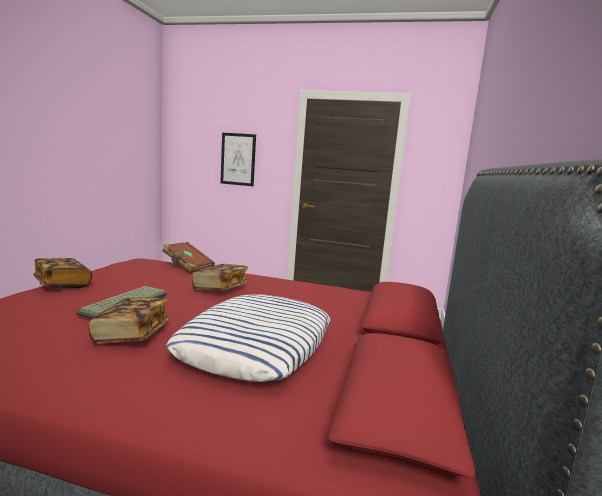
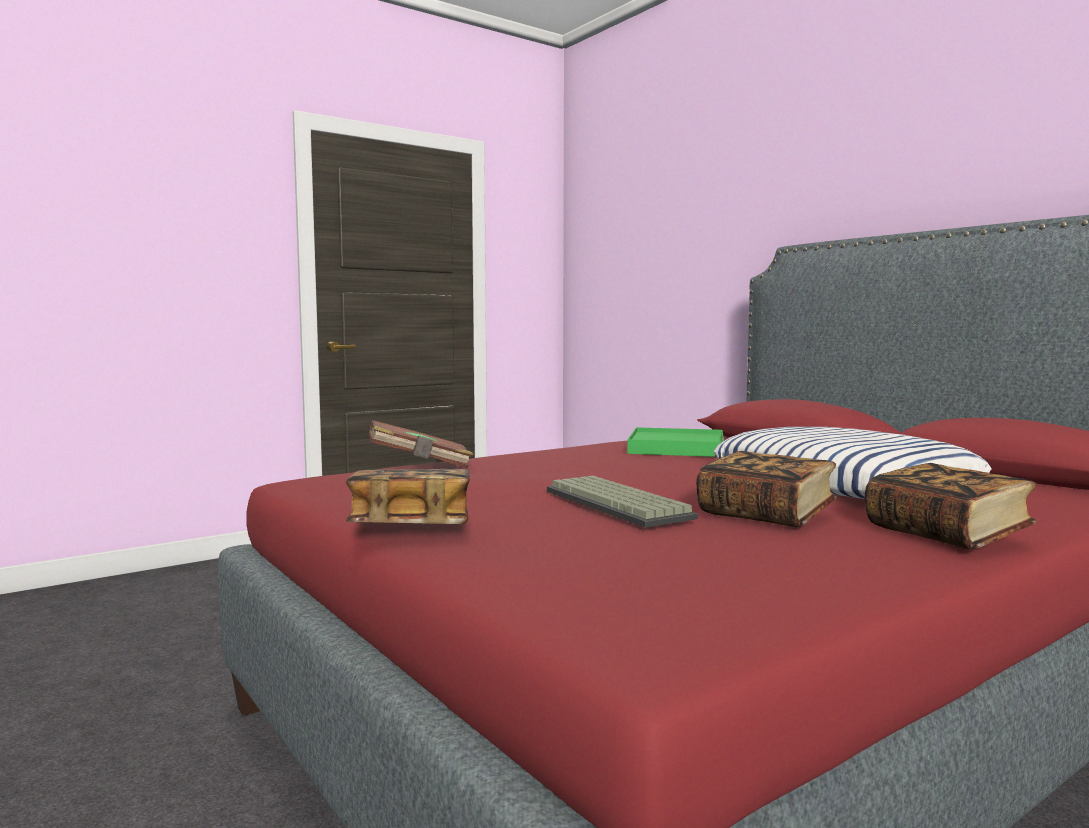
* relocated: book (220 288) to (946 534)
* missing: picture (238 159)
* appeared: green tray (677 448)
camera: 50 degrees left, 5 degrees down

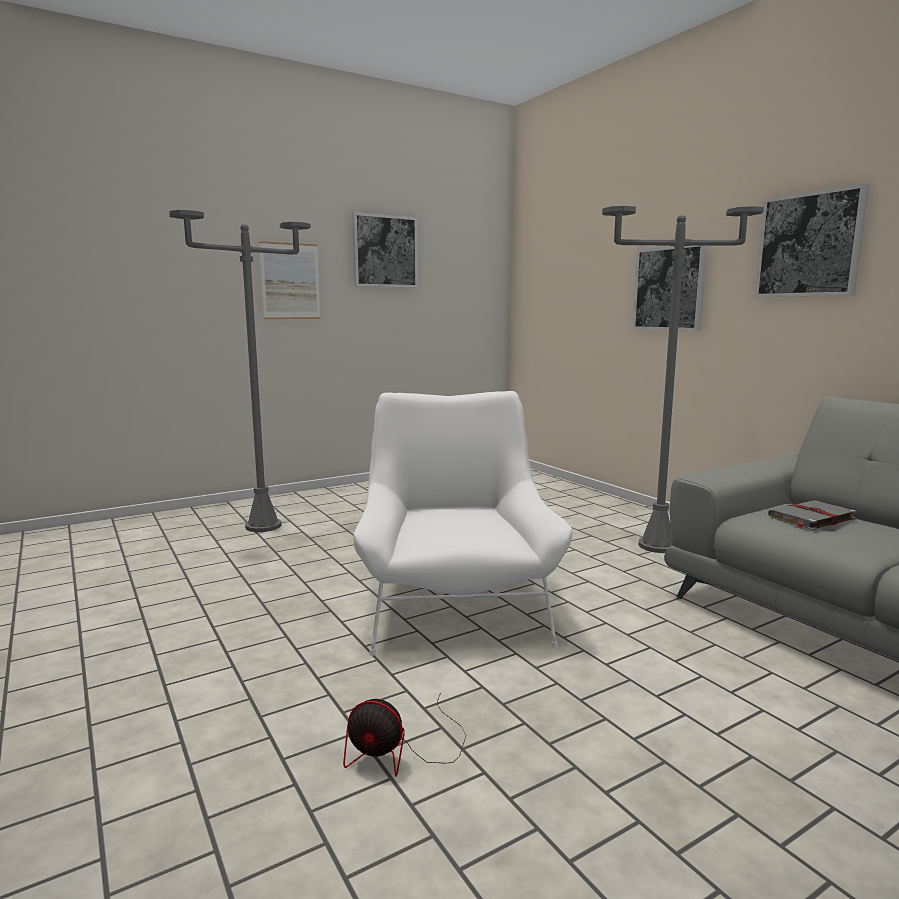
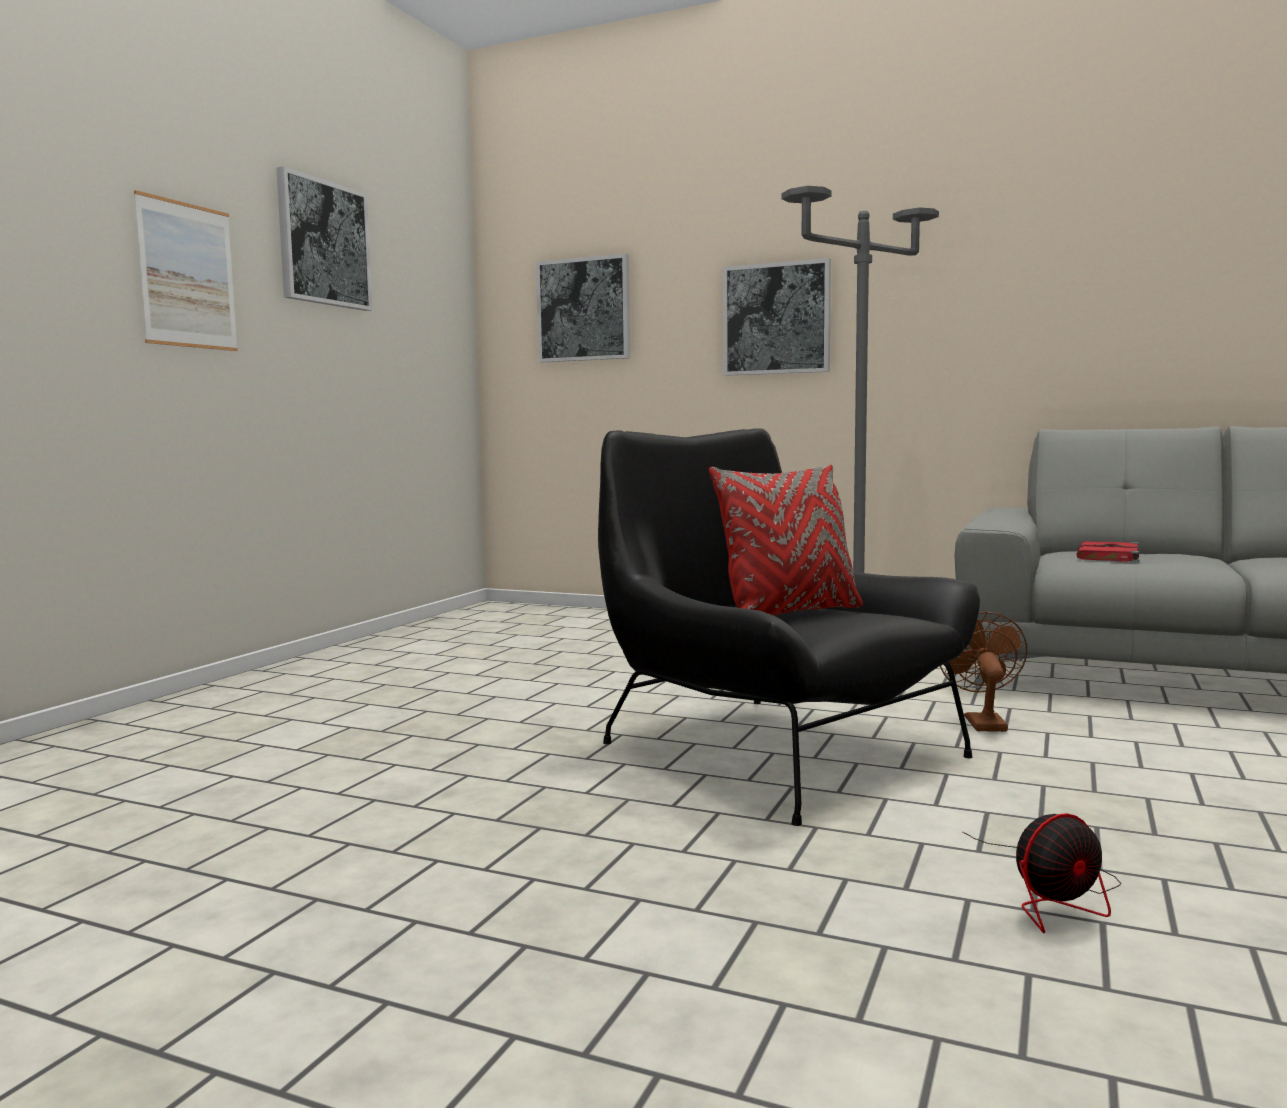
* missing: grey floor lamp (263 526)
* colour: white armchair (455 605) to black armchair (776 750)
* relocated: picture (809 245) to (584 309)
* colour: grey book (810 518) to red book (1108 556)
* appeared: red pillow (789 614)
* appeared: brown fan (981 722)
camera: 35 degrees left, 5 degrees down

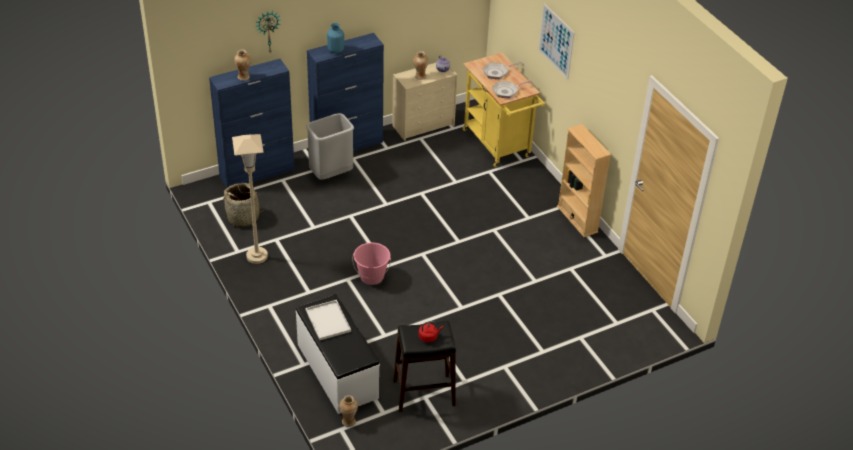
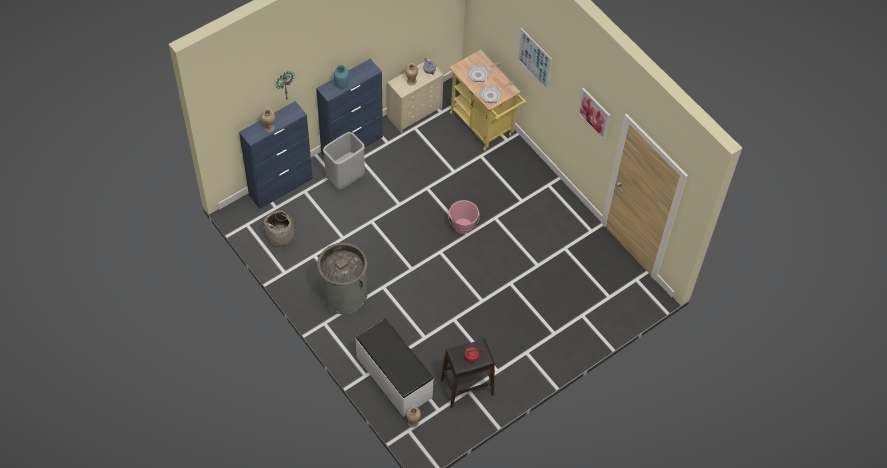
* missing: beige floor lamp (257 256)
* missing: white tray (327 320)
* relocated: pink bucket (372 277) to (463 226)
* missing: beige bookcase (577 219)
* appeared: grey trash can (344 294)
* appeared: picture (594 113)
camera: 10 degrees left, 15 degrees up

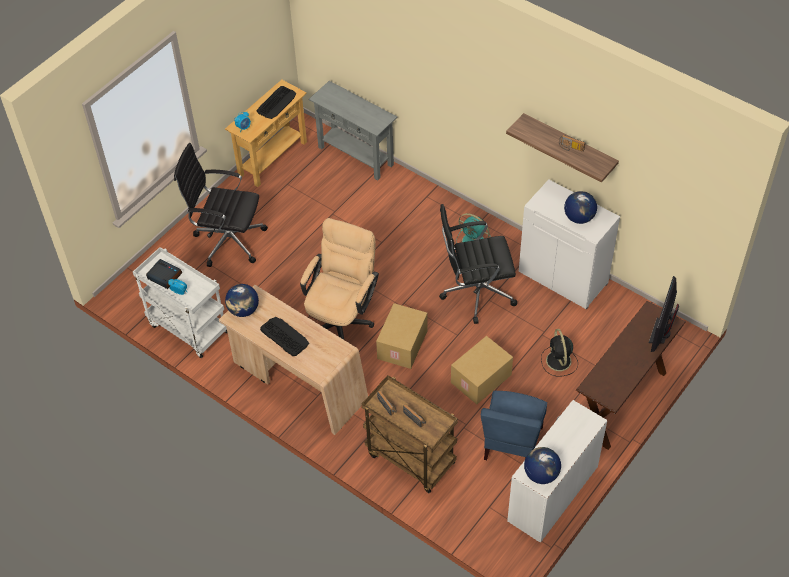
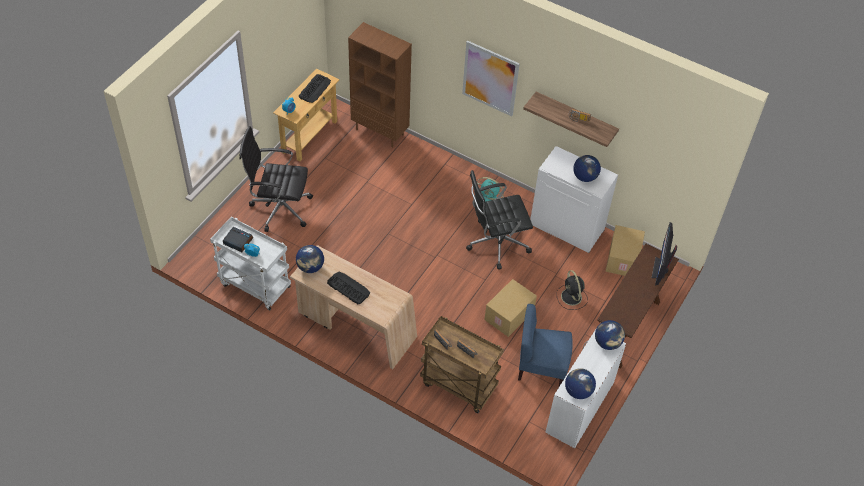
* missing: beige office chair (342 318)
* exchanged: grey console table (355 156) to brown bookcase (380 132)
* relocated: cardboard box (403 345) to (623 259)
* spun: blue chair (511 443) = (541 367) 90 degrees clockwise
* appeared: picture (490 78)
* appeared: globe (607 343)
camera: 10 degrees left, 0 degrees up

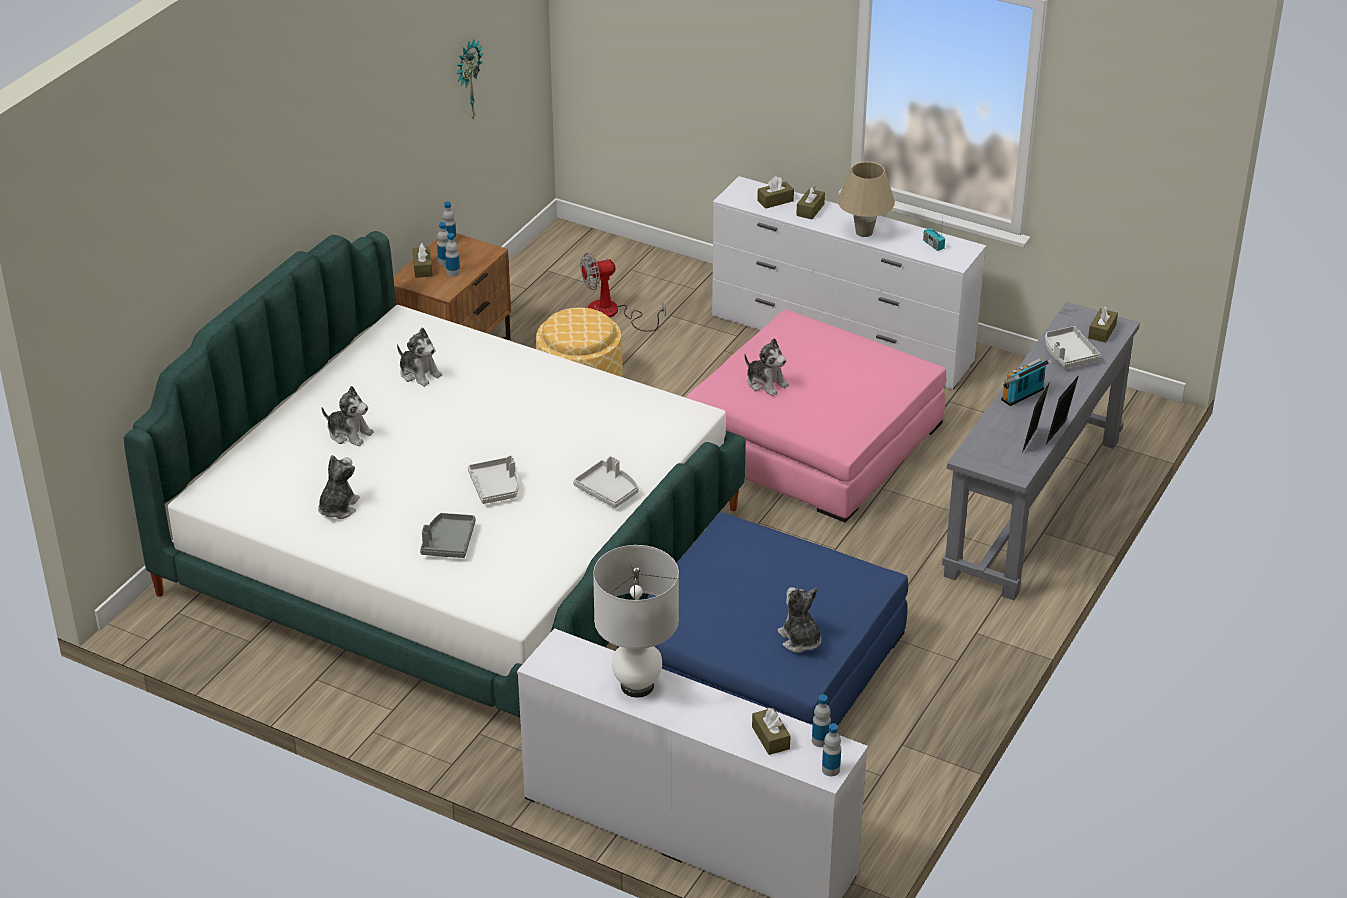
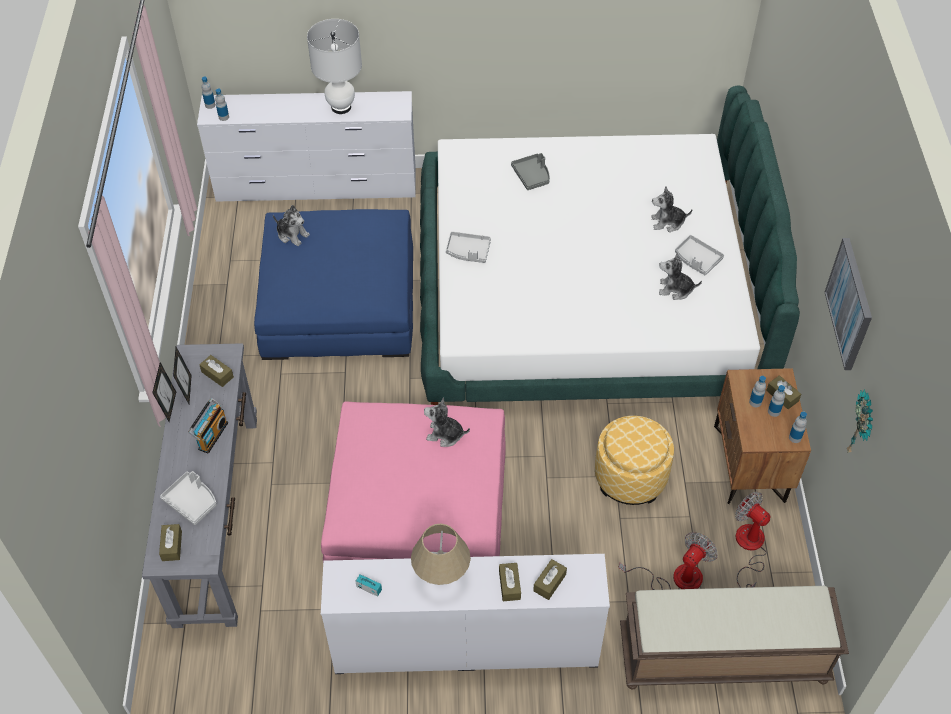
* missing: plush toy (338 508)
* relocated: grey tray (496 487) to (697 259)
* relocated: brown tissue box (770 738) to (217 374)
* appeared: brown bench (721 657)
* appeared: fan (749 547)
* appeared: picture (850 304)
camera: 150 degrees right, 15 degrees up

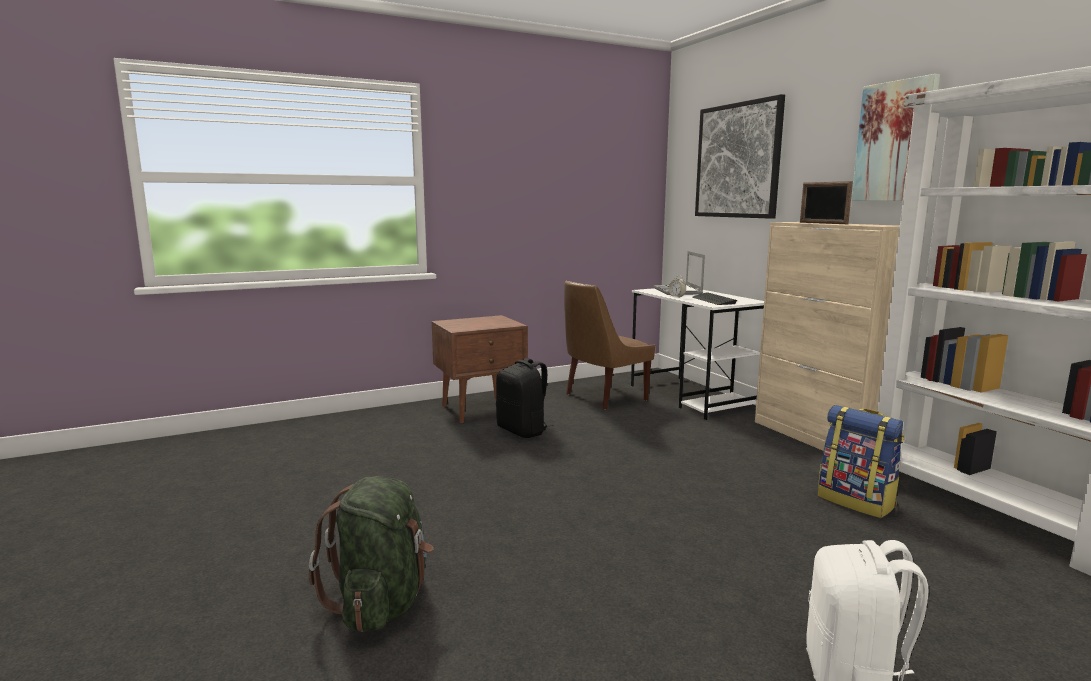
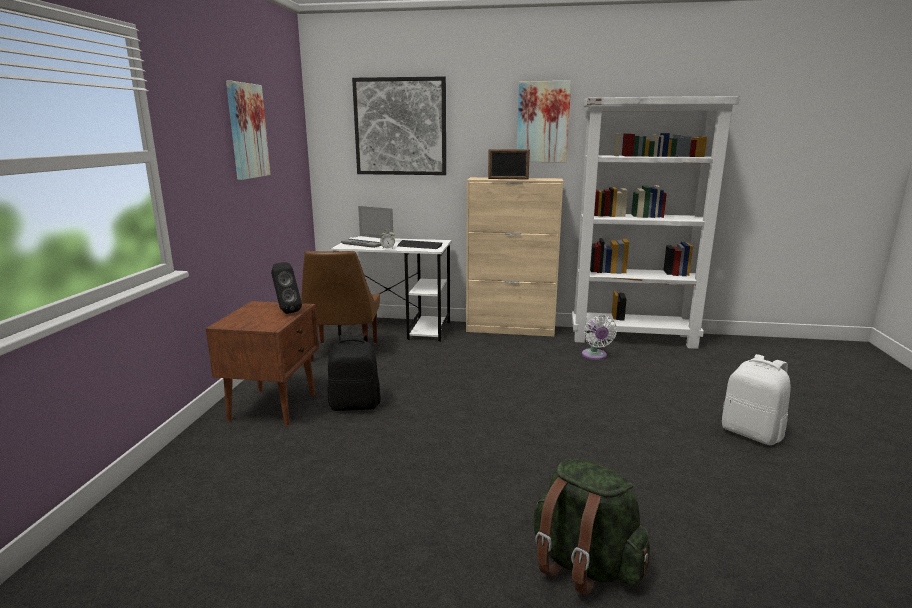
* exchanged: backpack (856 501) to white fan (595 356)
* appeared: picture (247 131)
* appeared: black speaker (285 311)
camera: 55 degrees left, 5 degrees up

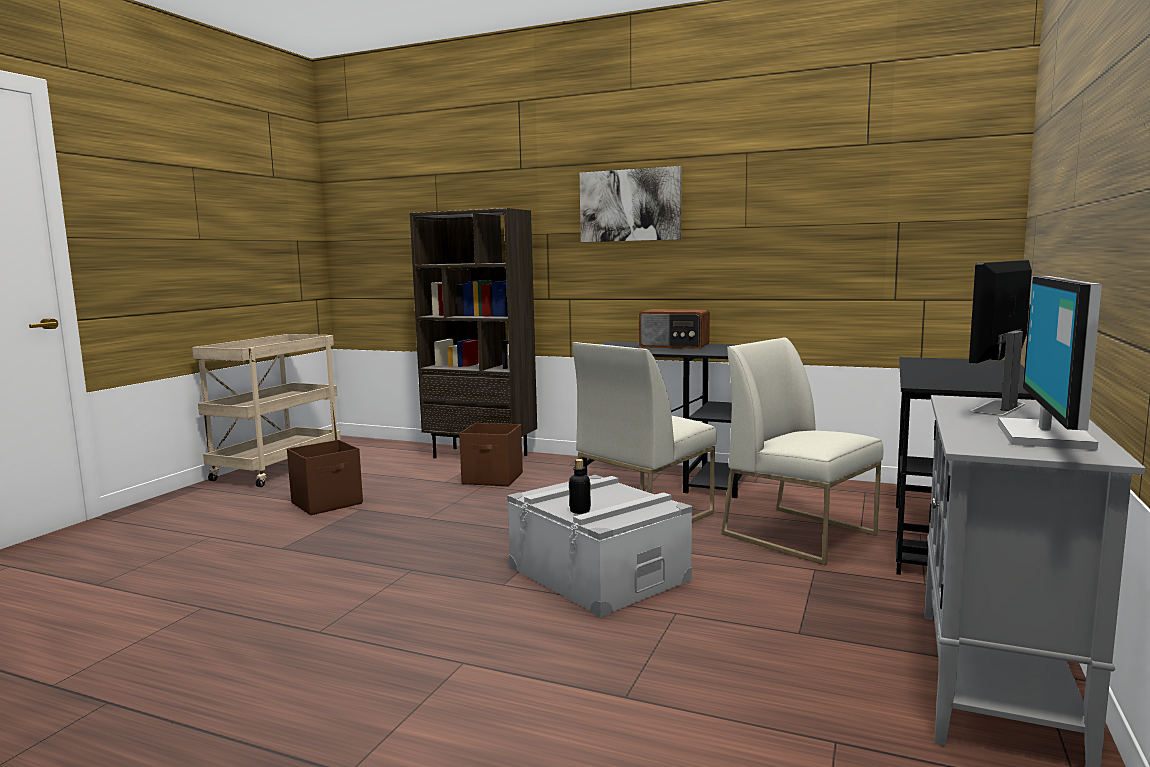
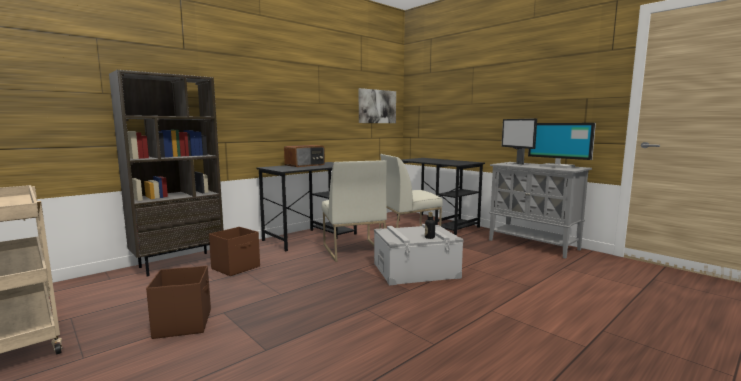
* relocated: picture (630 205) to (377 106)
camera: 65 degrees left, 0 degrees up

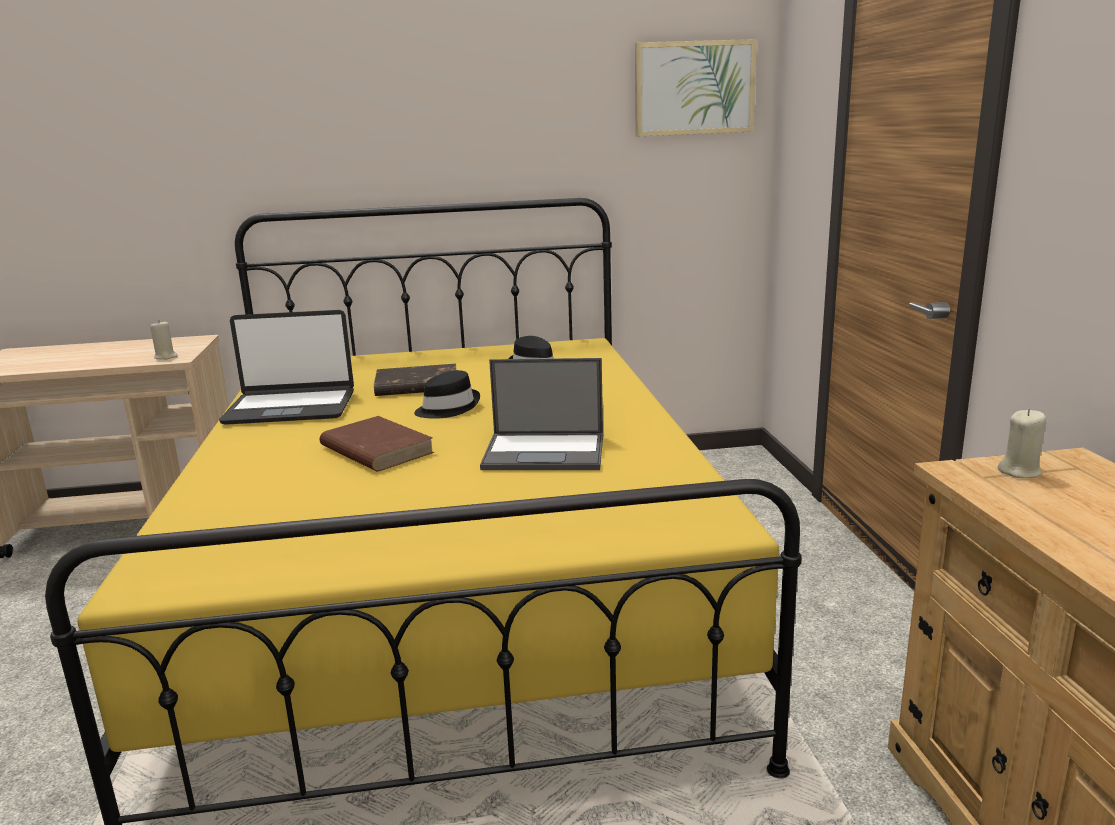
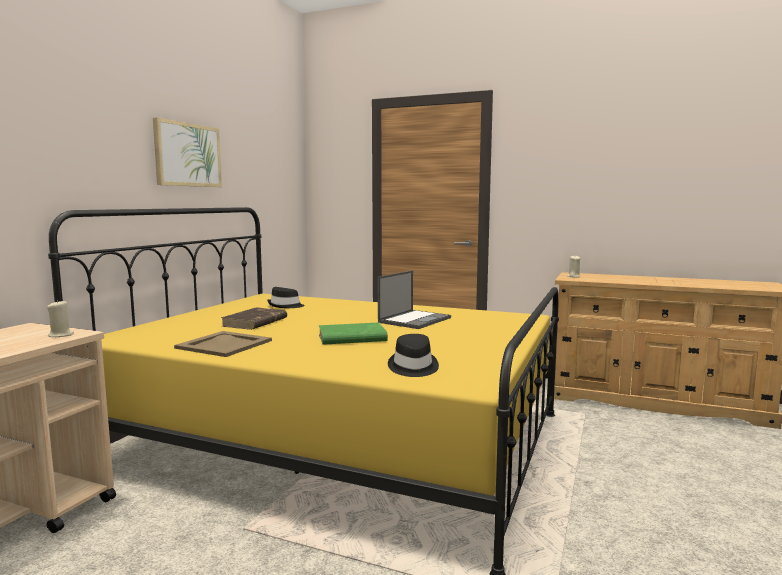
* exchanged: laptop (291 407) to beige tray (224 344)
* colour: brown book (376 449) to green book (351 338)
* relocated: black hat (447 408) to (412 367)
* relocated: picture (694 88) to (187 155)
camera: 60 degrees left, 10 degrees down

